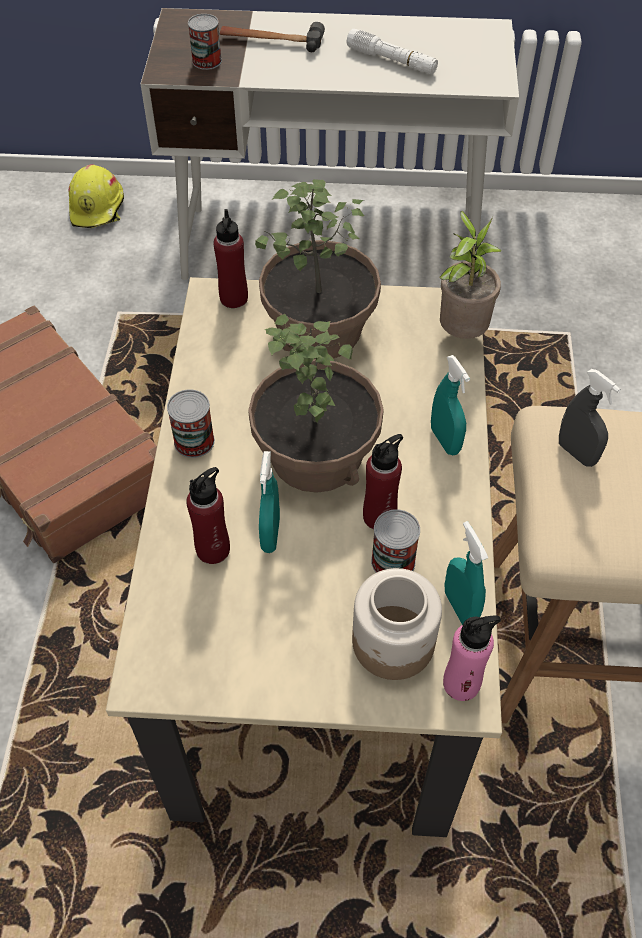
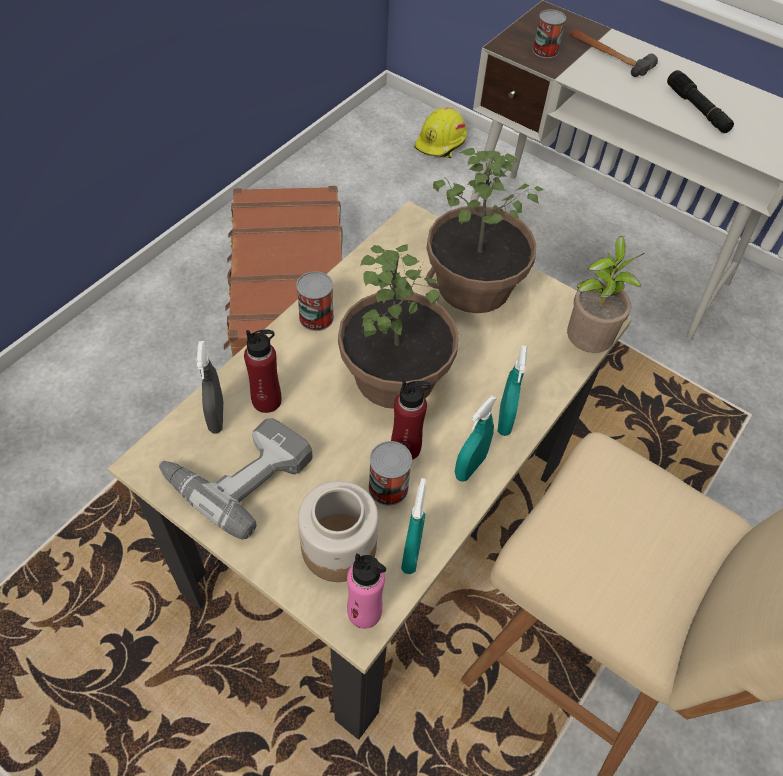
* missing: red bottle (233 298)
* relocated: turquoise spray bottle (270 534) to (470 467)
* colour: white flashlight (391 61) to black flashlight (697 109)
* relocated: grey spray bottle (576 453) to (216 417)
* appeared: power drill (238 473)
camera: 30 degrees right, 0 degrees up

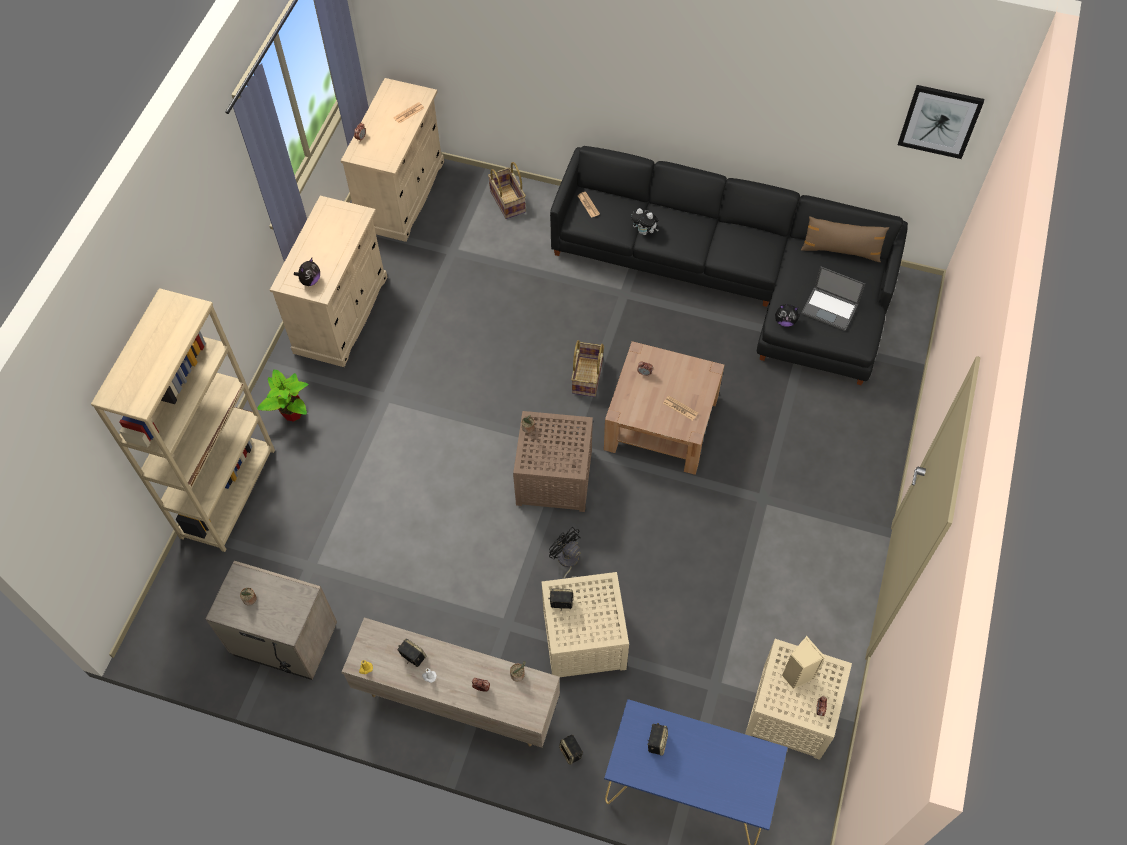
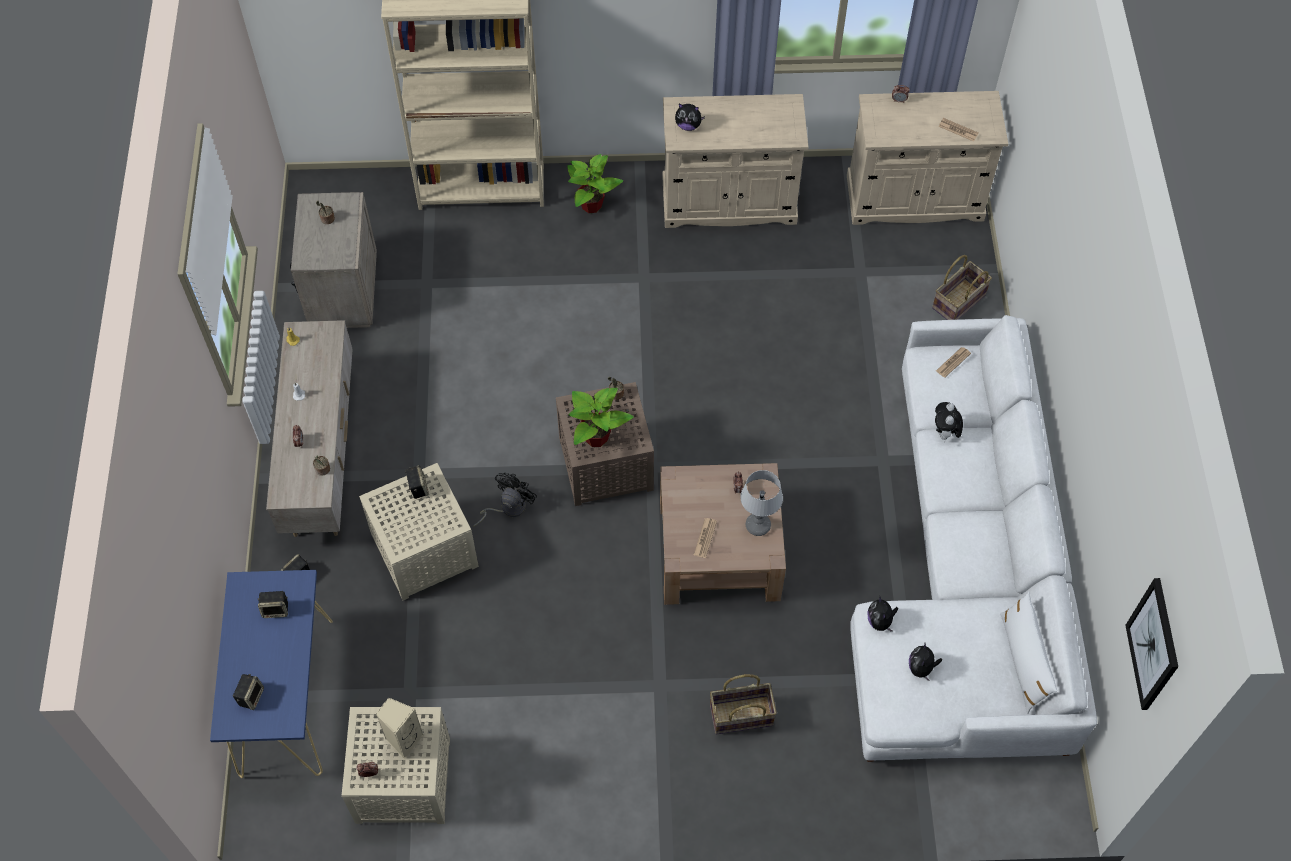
* relocated: speaker (412 656) to (251 696)
* colour: black sofa (736 278) to white sofa (965 576)
* relocated: basket (588 377) to (741 716)
* colour: brown pillow (841 250) to white pillow (1023 661)
* exchanged: laptop (830 309) to plush toy (921 668)
* appeared: potted plant (596 437)
* appeared: table lamp (758 525)
camera: 70 degrees right, 0 degrees up

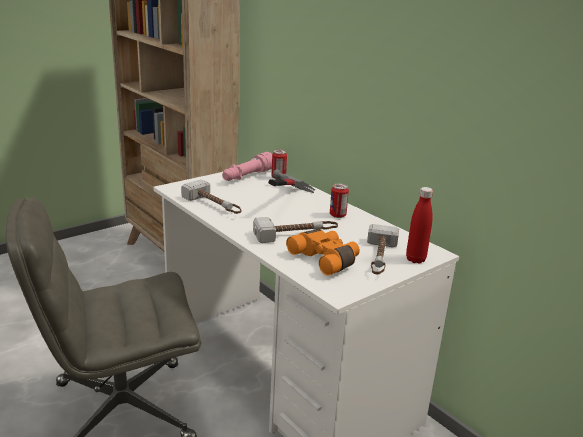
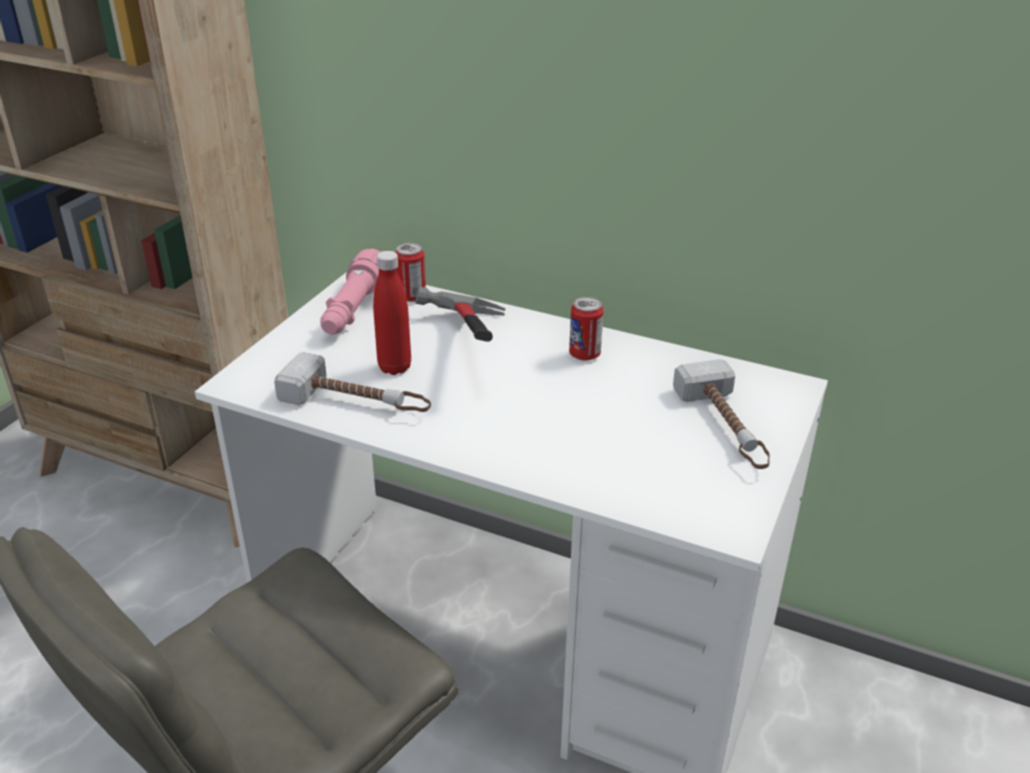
* missing: hammer (296 234)
* missing: orange binoculars (326 259)
* relocated: red bottle (415 259) to (394 367)
camera: 25 degrees left, 10 degrees up

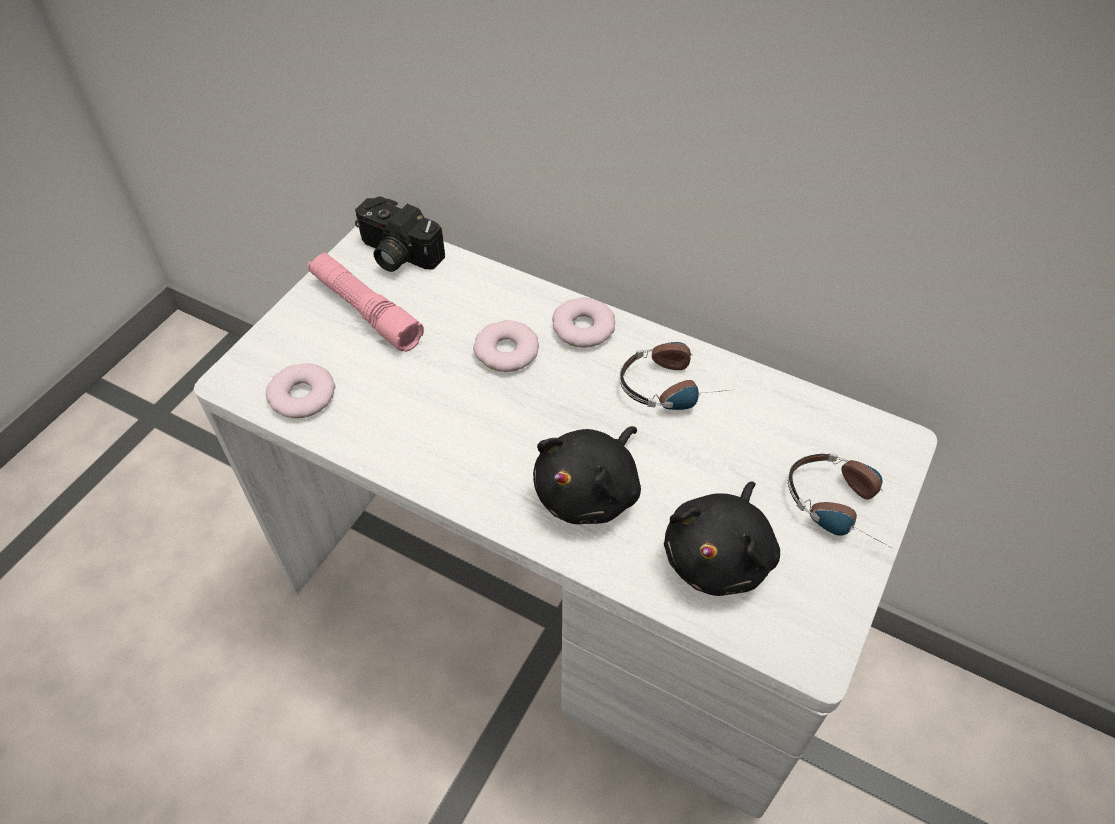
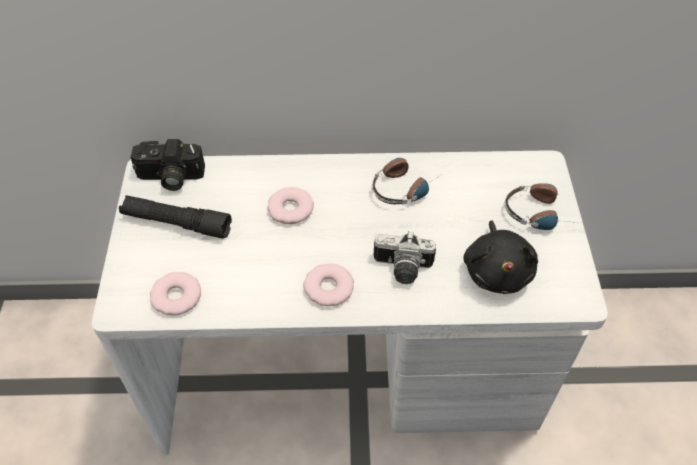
* colour: pink flashlight (365 310) to black flashlight (177 223)
* exchanged: black plush toy (590 491) to photo camera (402 269)
* relocated: donut (583 328) to (328 288)
camera: 30 degrees left, 0 degrees up

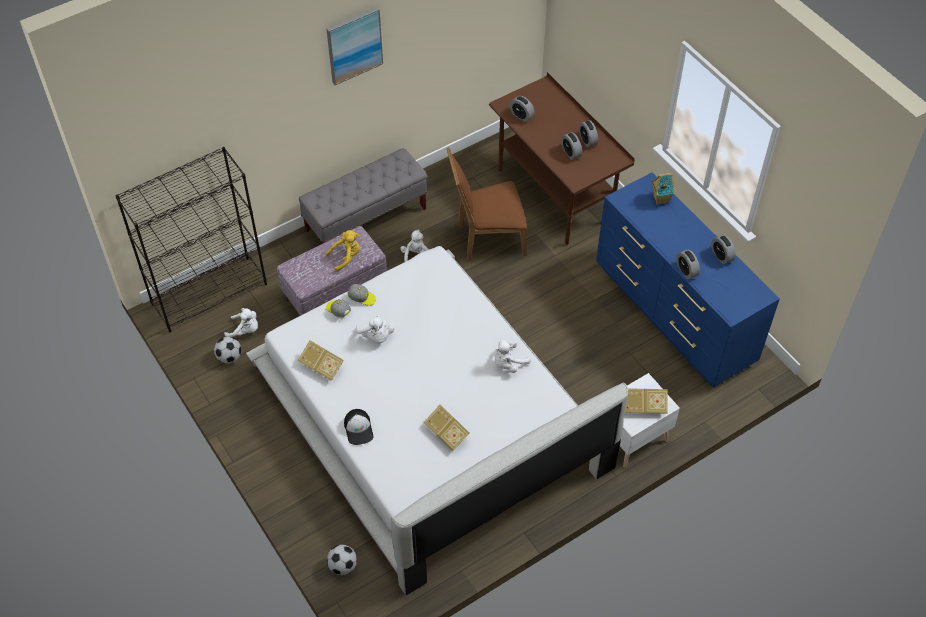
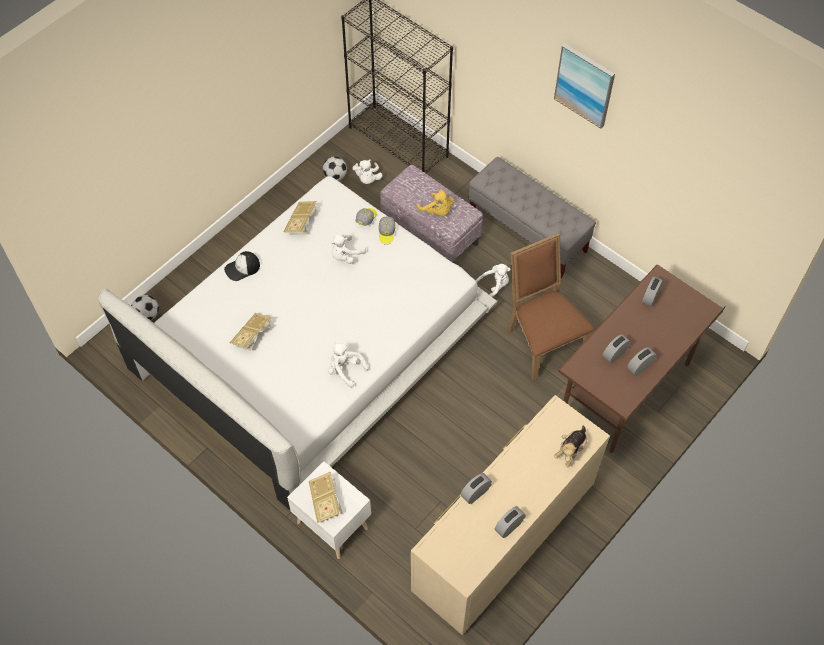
* colour: blue dresser (674 315) to beige dresser (502 539)
* exchanged: toy house (660 199) to plush toy (571 450)
camera: 75 degrees right, 5 degrees up

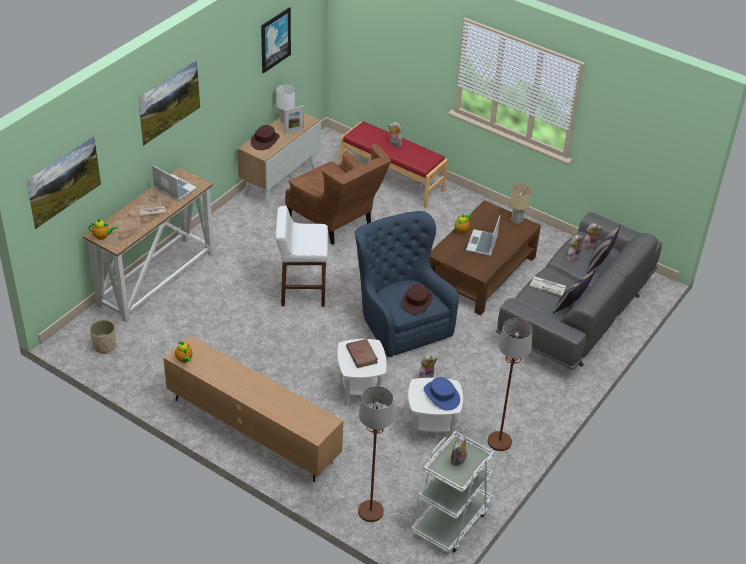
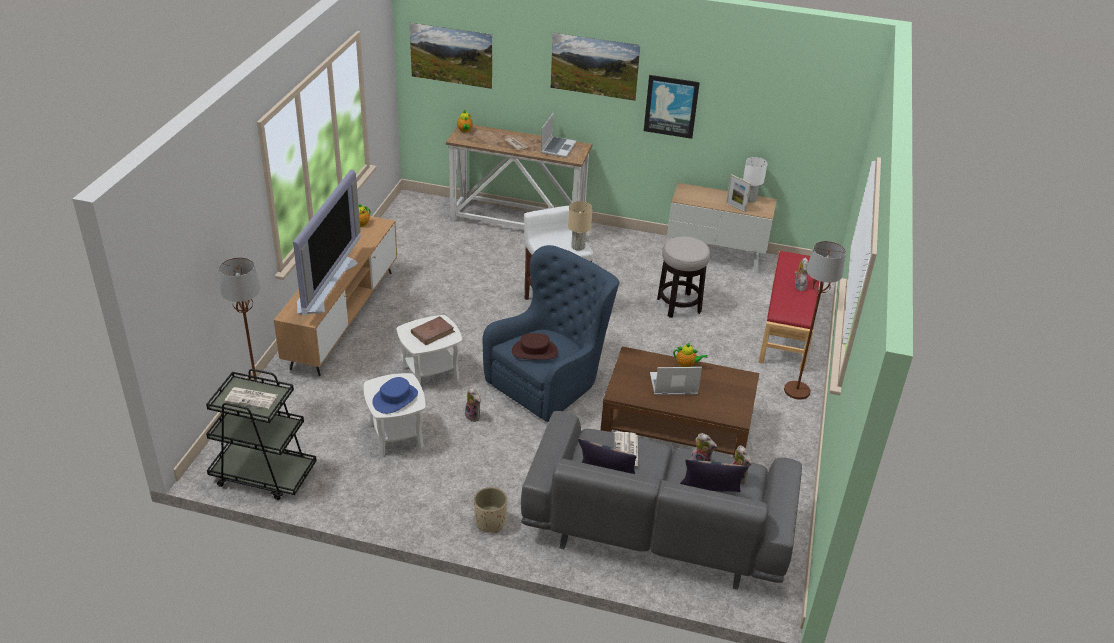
* relocated: beige planter (105 346) to (490 522)
* missing: brown hat (265 140)
* relocated: picture (275 39) to (671 106)
* exchanged: brown armchair (336 223) to stool (679 305)
* colour: white cart (450 520) to black cart (263 475)
* exchanged: plush toy (458 461) to newspaper (252 398)
* relocated: brown floor lamp (499 442) to (796 391)
* relocated: beige table lamp (517 220) to (577 246)
* appeared: television (326 284)
camera: 70 degrees right, 5 degrees down

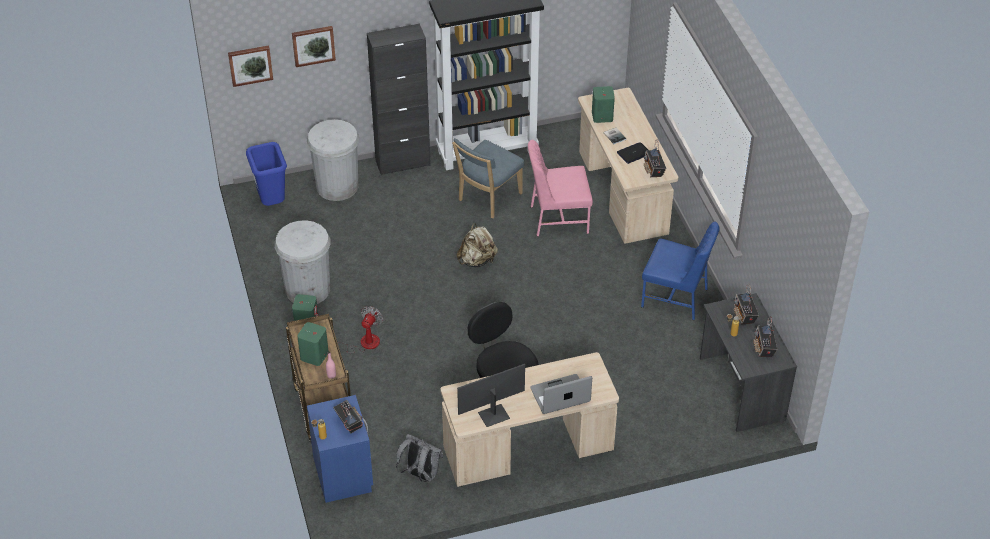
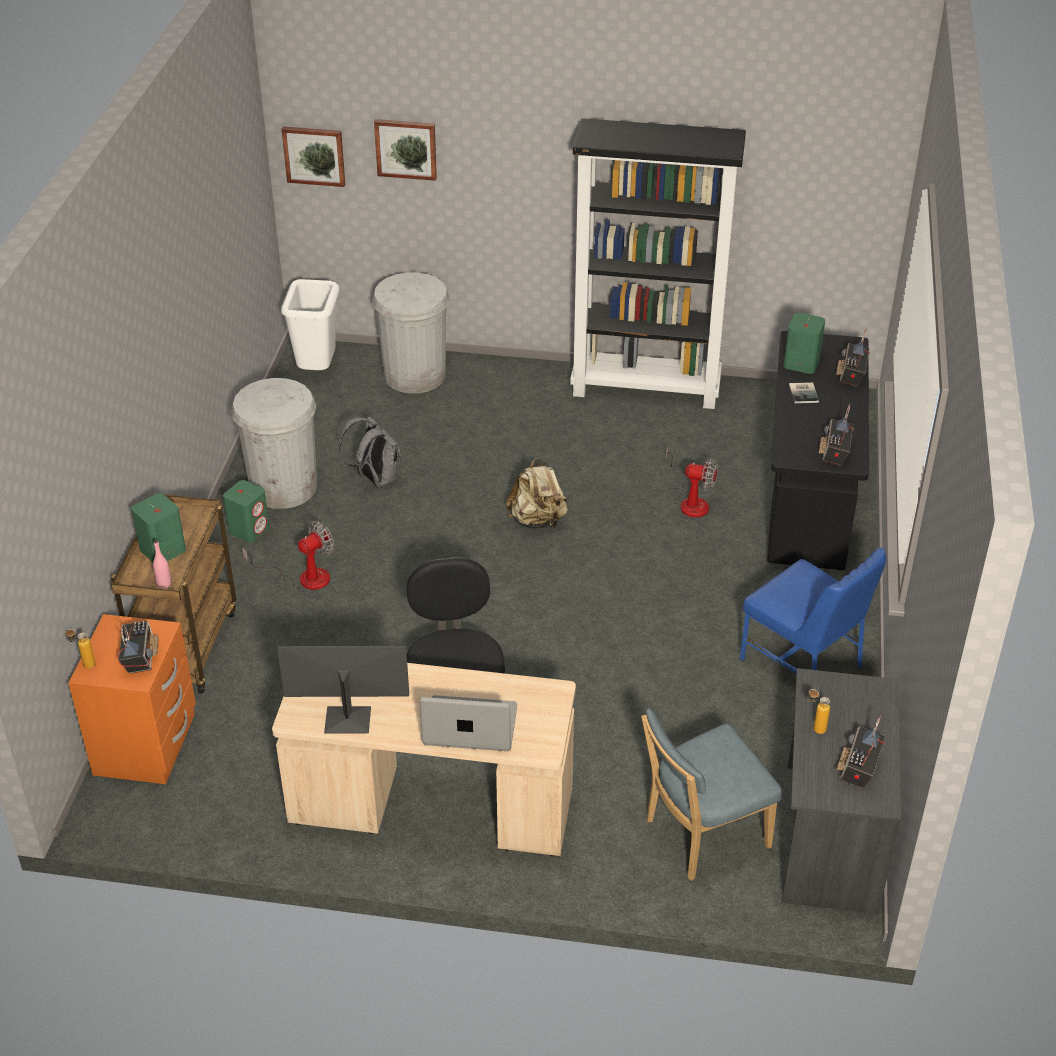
* colour: blue trash can (272 203) to white trash can (317 371)
* colour: blue nightstand (343 474) to orange nightstand (147 744)
* missing: black cabinet (403 163)
* relocated: grey backpack (420 474) to (375 479)
* relocated: blue chair (487 198) to (701 835)
* exchanged: pink chair (558 219) to fan (690 501)
* colour: beige desk (623 193) to black desk (809 496)
* missing: laptop (634 153)
* relocated: radio (744 315) to (851 376)
camera: 25 degrees right, 5 degrees down

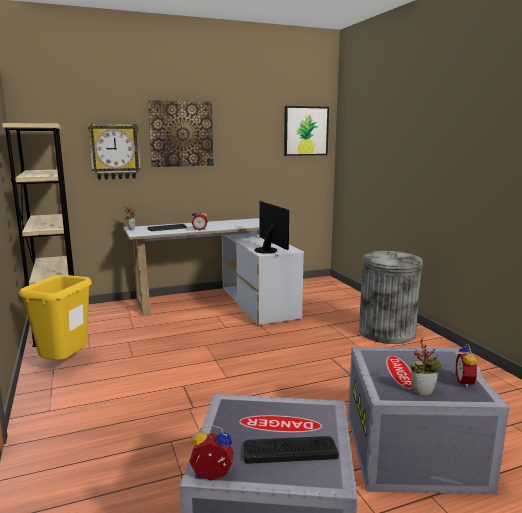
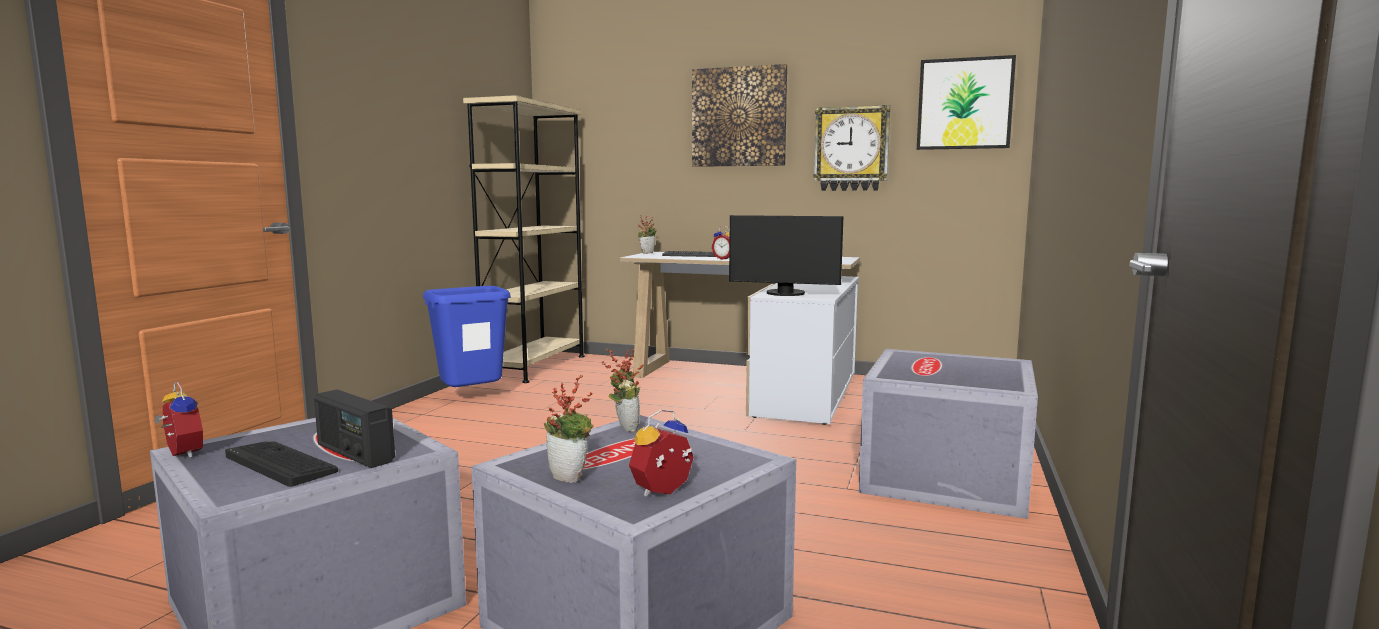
* colour: yellow trash can (65 364) to blue trash can (473 399)
* relocated: wall clock (115 151) to (851 149)
* spun: monitor (268 250) = (785 294) 90 degrees clockwise
* exchanged: grey trash can (387 332) to grey storage box (947 478)
* appeared: radio (354 453)
* appeared: potted plant (624 428)
camera: 40 degrees right, 5 degrees down

